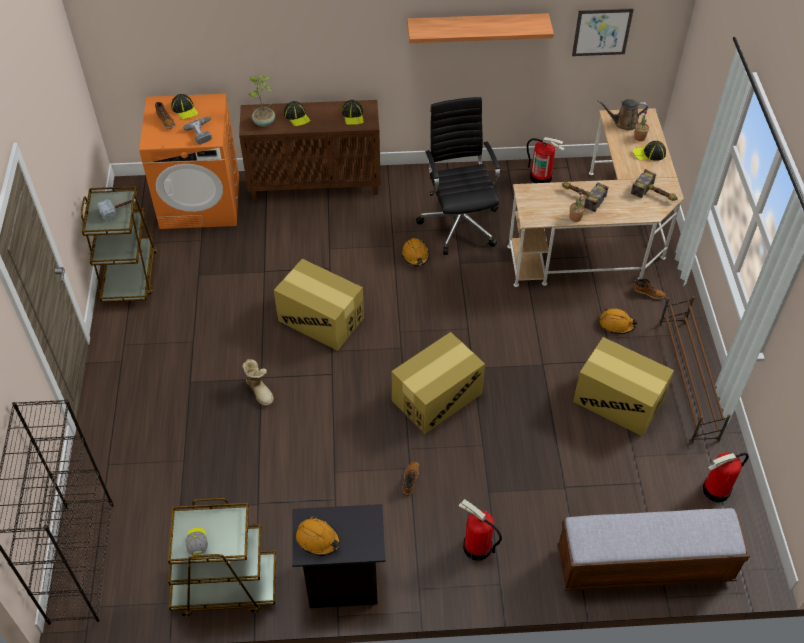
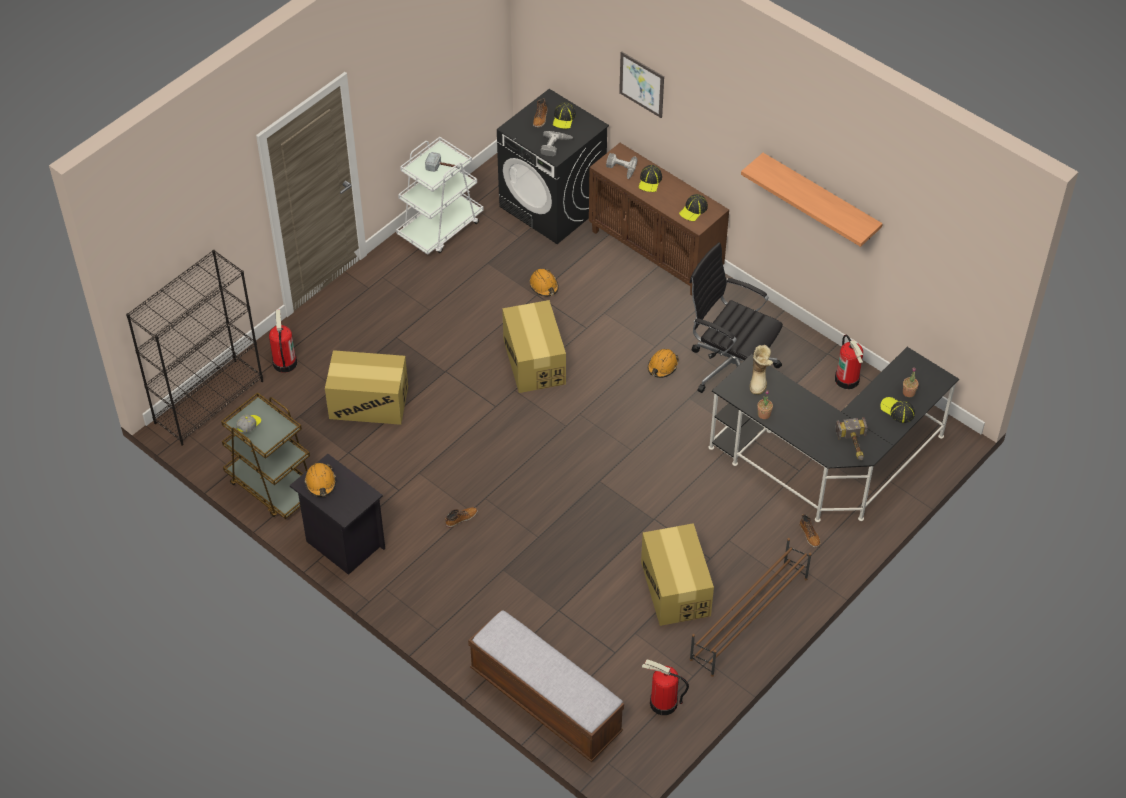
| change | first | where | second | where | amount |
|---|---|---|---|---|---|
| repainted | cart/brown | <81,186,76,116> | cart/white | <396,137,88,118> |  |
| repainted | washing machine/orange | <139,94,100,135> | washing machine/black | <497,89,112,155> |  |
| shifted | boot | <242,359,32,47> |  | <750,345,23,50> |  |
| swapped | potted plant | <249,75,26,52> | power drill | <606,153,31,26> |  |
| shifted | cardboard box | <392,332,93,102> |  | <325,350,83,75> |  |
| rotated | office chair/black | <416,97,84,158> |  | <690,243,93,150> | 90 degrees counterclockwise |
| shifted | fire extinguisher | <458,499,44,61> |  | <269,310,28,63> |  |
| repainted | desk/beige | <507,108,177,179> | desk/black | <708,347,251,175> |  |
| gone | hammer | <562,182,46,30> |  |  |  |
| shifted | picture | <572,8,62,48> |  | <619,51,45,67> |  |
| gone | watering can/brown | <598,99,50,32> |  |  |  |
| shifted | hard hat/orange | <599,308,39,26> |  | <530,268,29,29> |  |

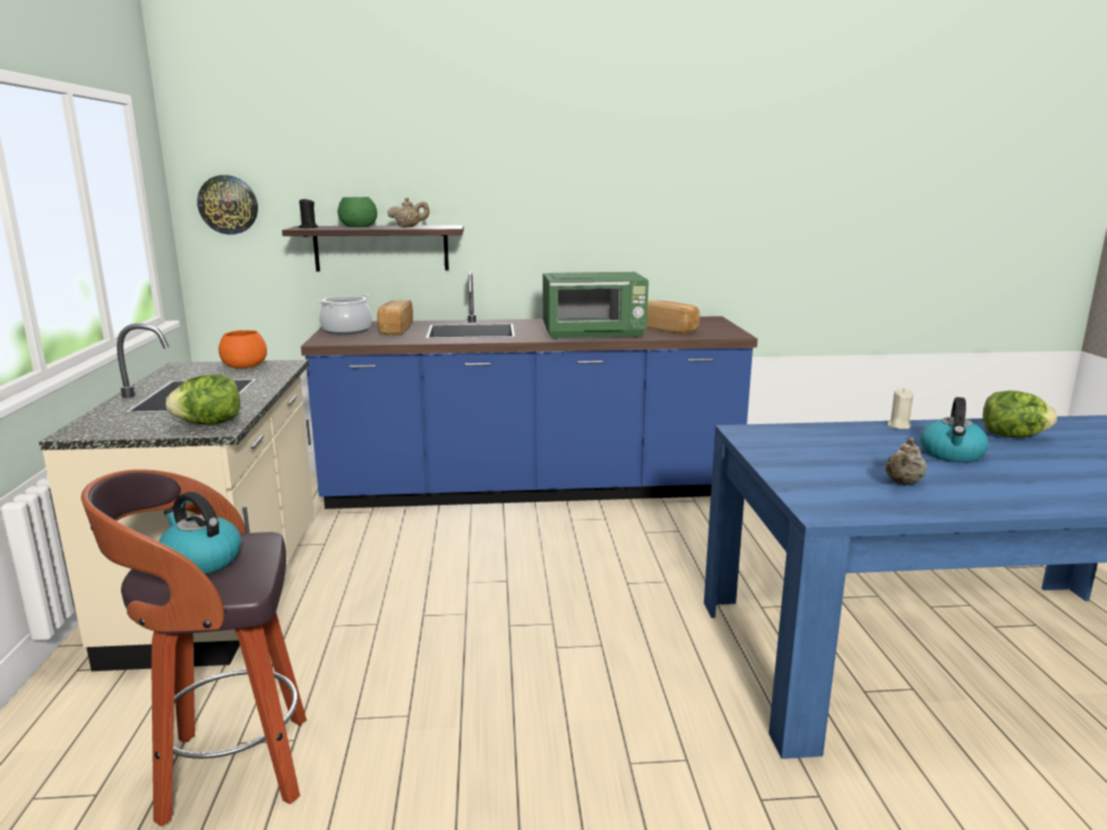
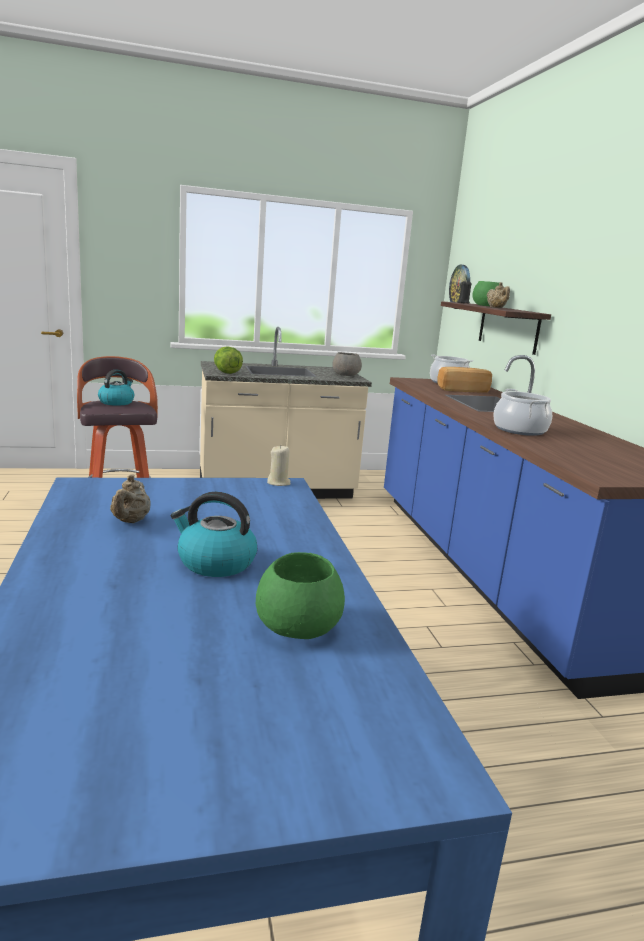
| change | first | where | second | where | amount |
|---|---|---|---|---|---|
| repainted | bowl/orange | <219,330,48,39> | bowl/grey | <332,352,30,24> |  |
| swapped | microwave/green | <543,272,106,68> | cooking pot | <493,389,59,47> |  |
| gone | bread | <647,301,53,33> |  |  |  |
| rotated | teapot/beige | <885,438,42,47> |  | <110,475,40,48> | 120 degrees counterclockwise |
| shifted | candle/beige | <887,388,26,41> |  | <267,445,24,41> |  |
| swapped | lettuce | <983,391,74,47> | bowl/green | <256,552,89,87> |  |

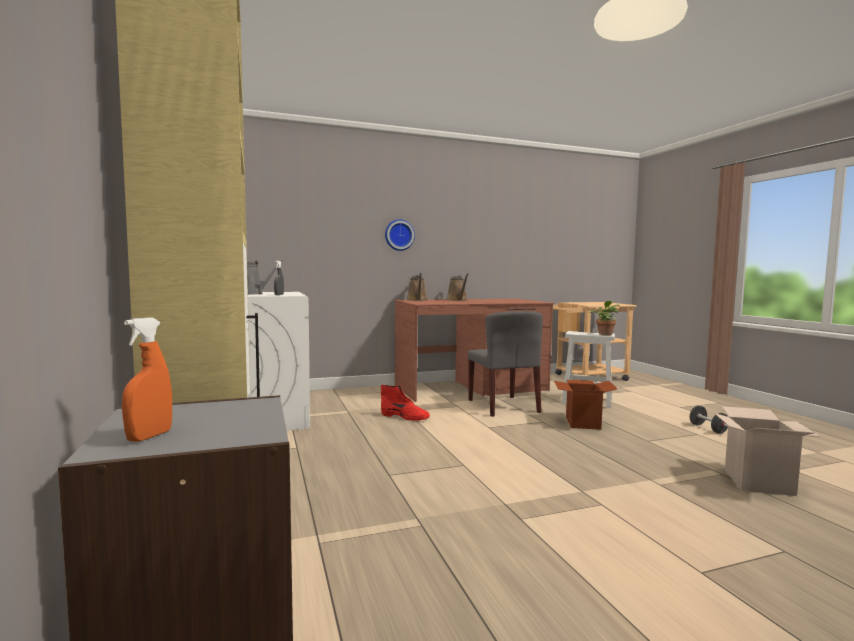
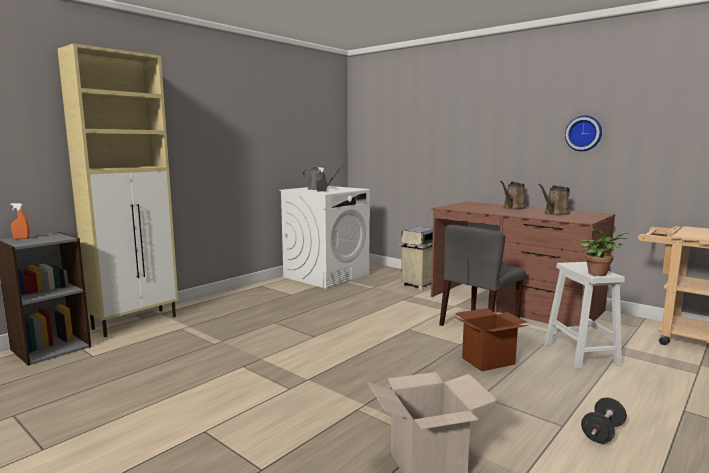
| change | first | where | second | where | amount |
|---|---|---|---|---|---|
| gone | boot/red | <381,385,49,36> |  |  |  |
| shifted | wall clock | <385,219,30,32> |  | <565,116,37,35> |  |
| shifted | watering can/brown | <407,273,21,28> |  | <538,184,33,31> |  |
| new |  |  | trash can/beige | <400,227,33,63> |  |

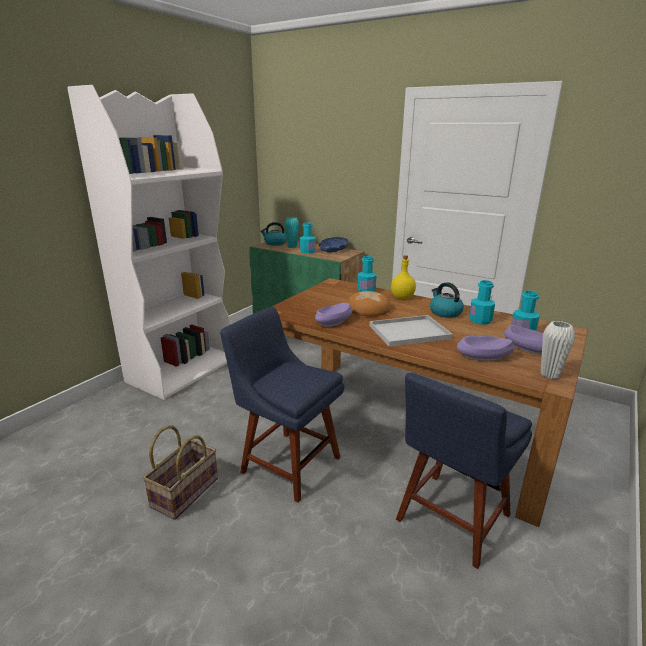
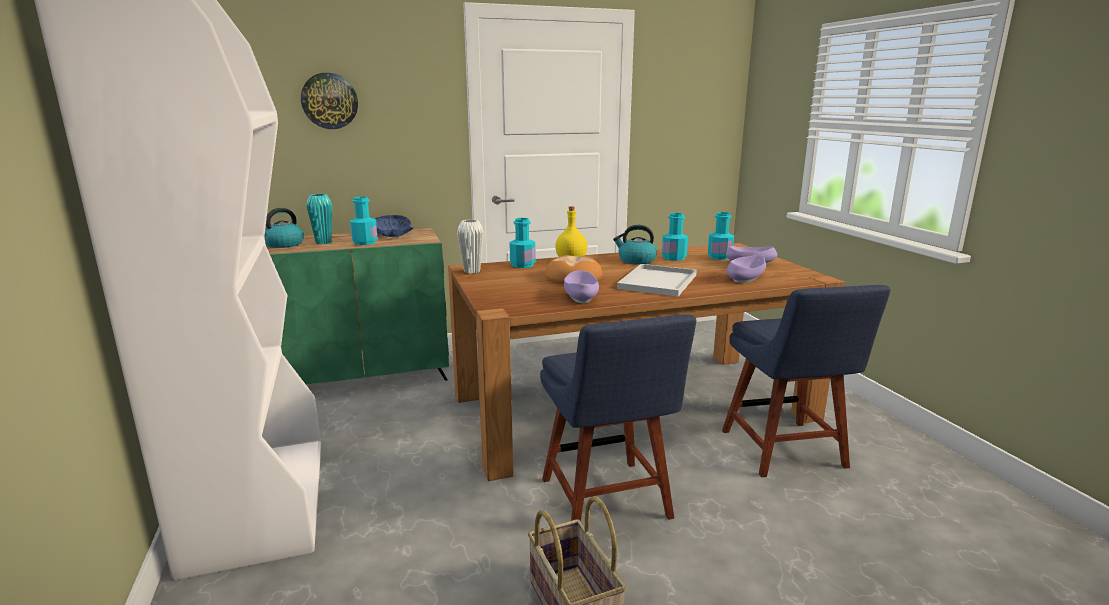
| change | first | where | second | where | amount |
|---|---|---|---|---|---|
| rotated | chair/blue | <220,307,124,196> |  | <540,315,156,206> | 90 degrees counterclockwise |
| shifted | vase/white | <541,321,34,58> |  | <457,219,27,55> |  |
| new |  |  | wall clock | <301,73,57,56> |  |

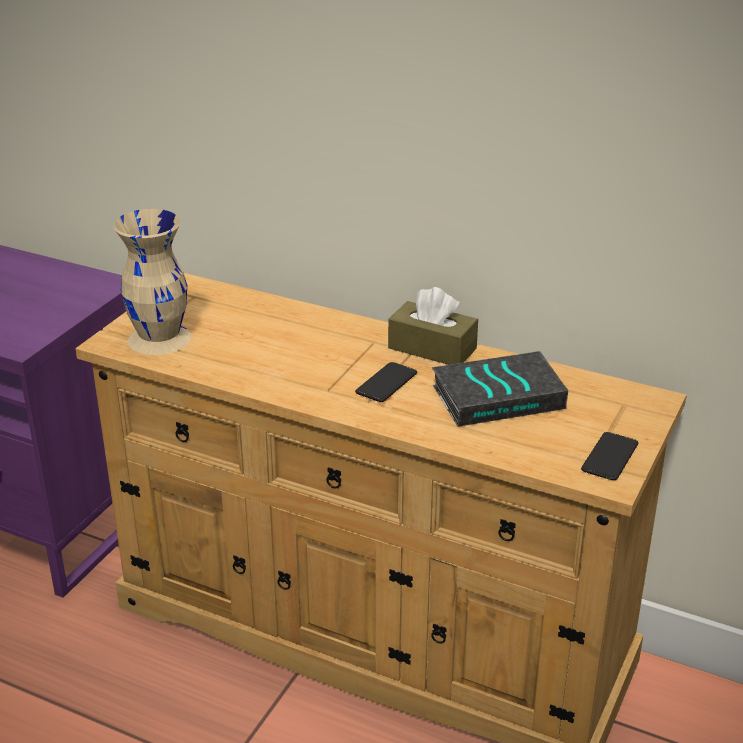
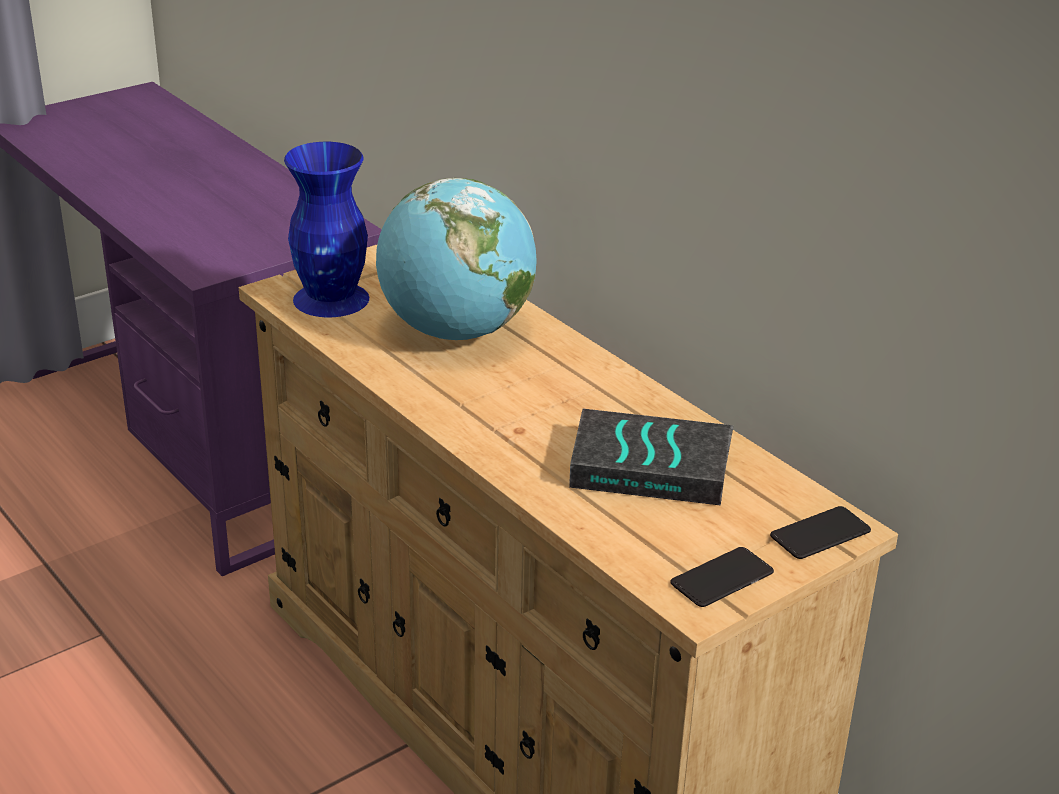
| change | first | where | second | where | amount |
|---|---|---|---|---|---|
| repainted | vase/beige | <114,209,77,146> | vase/blue | <284,142,85,175> |  |
| shifted | phone | <355,362,62,40> |  | <770,506,101,53> |  |
| gone | tissue box/brown | <388,287,90,78> |  |  |  |
| new |  |  | globe | <376,178,161,162> |  |

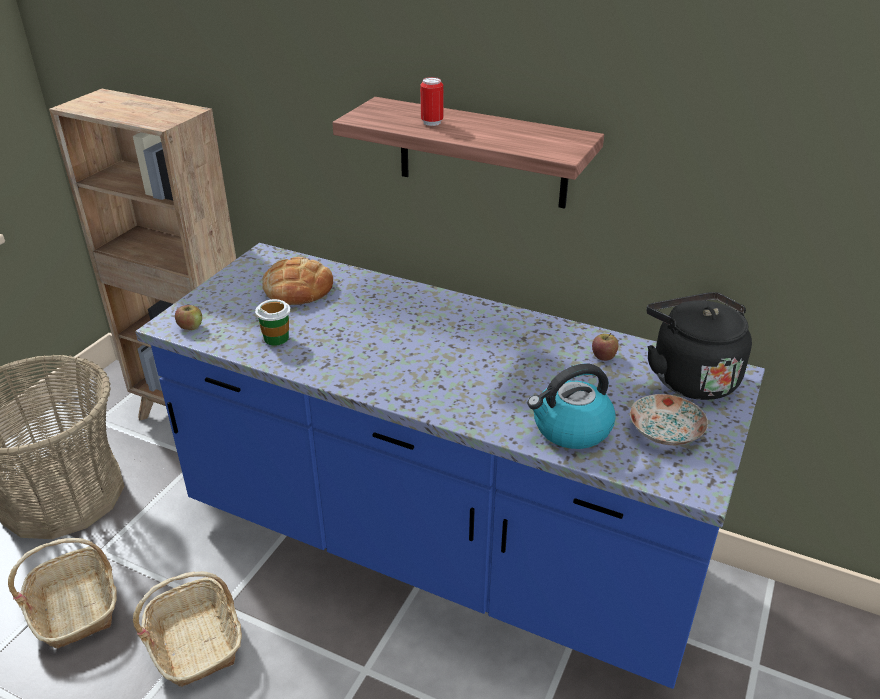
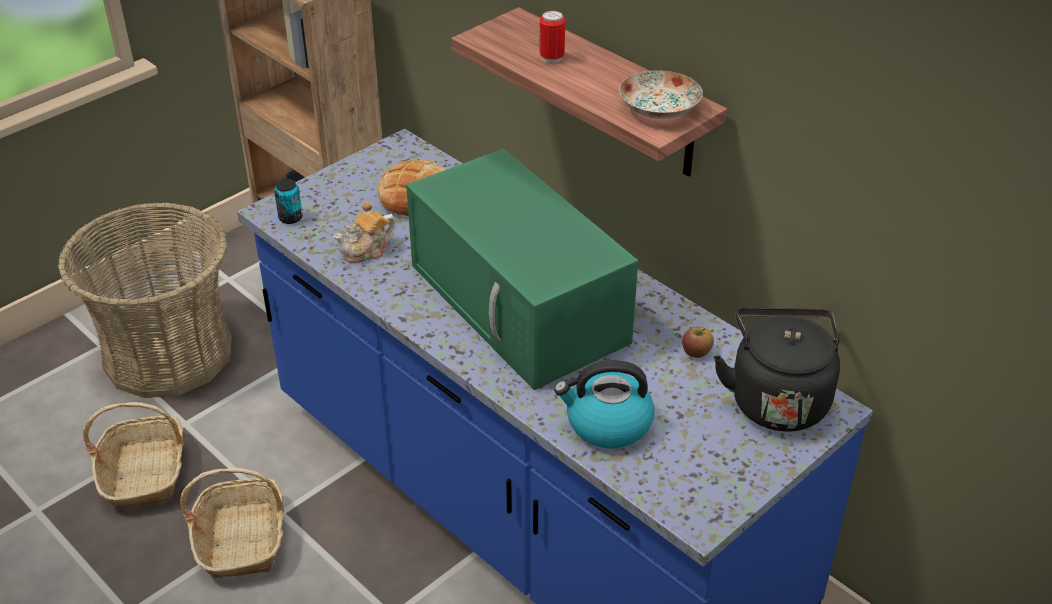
| change | first | where | second | where | amount |
|---|---|---|---|---|---|
| swapped | apple | <175,305,27,25> | can | <274,179,29,45> |  |
| swapped | cup | <255,299,36,47> | teapot | <333,202,63,61> |  |
| shifted | plate | <630,394,78,51> |  | <619,70,84,49> |  |
| new |  |  | microwave/green | <406,149,232,241> |  |

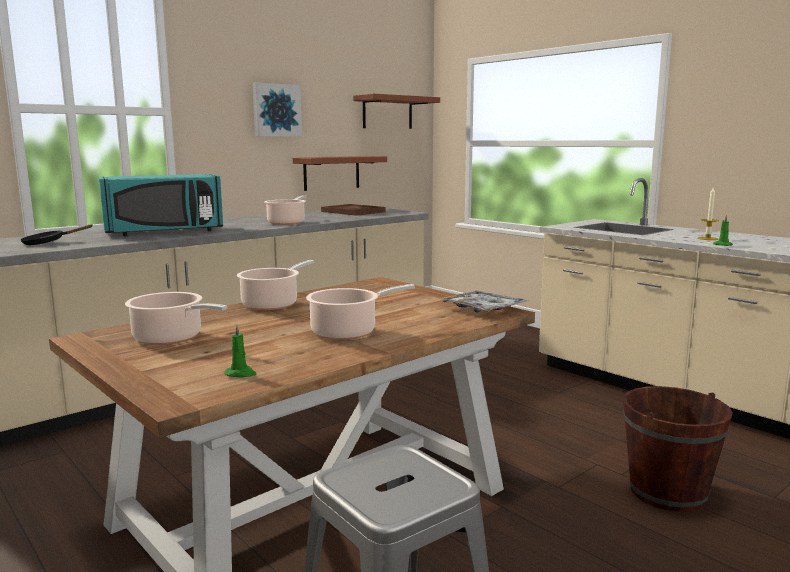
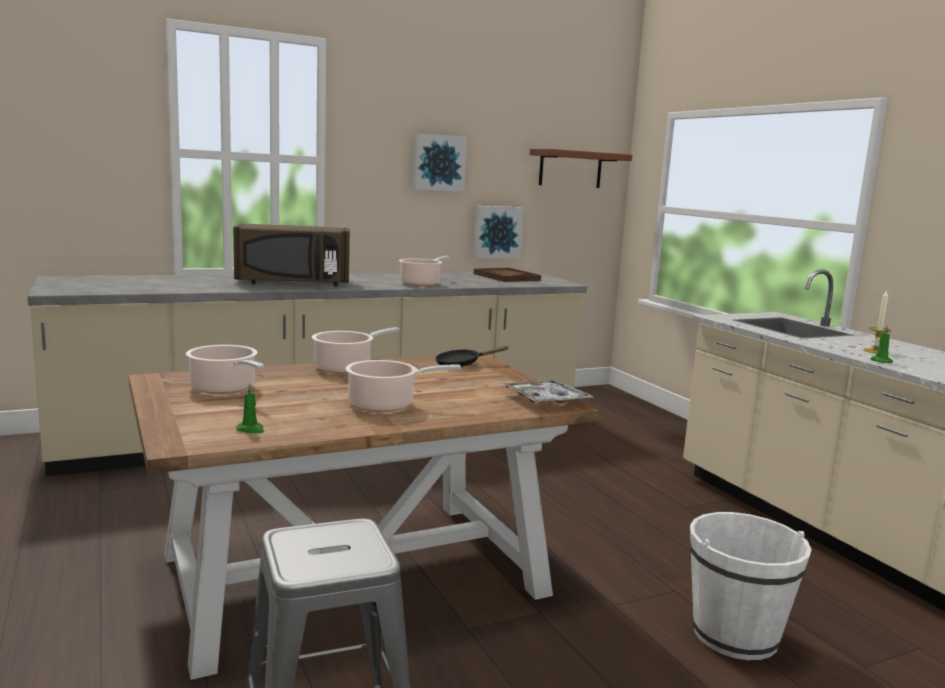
| change | first | where | second | where | amount |
|---|---|---|---|---|---|
| shifted | frying pan/black | <20,224,72,21> |  | <435,346,73,21> |  |
| repainted | microwave/turquoise | <99,174,124,62> | microwave/brown | <233,224,117,62> |  |
| swapped | shelf/brown | <293,156,94,35> | picture | <473,206,51,52> |  |
| repainted | bucket/brown | <623,386,110,126> | bucket/white | <690,512,122,148> |  |

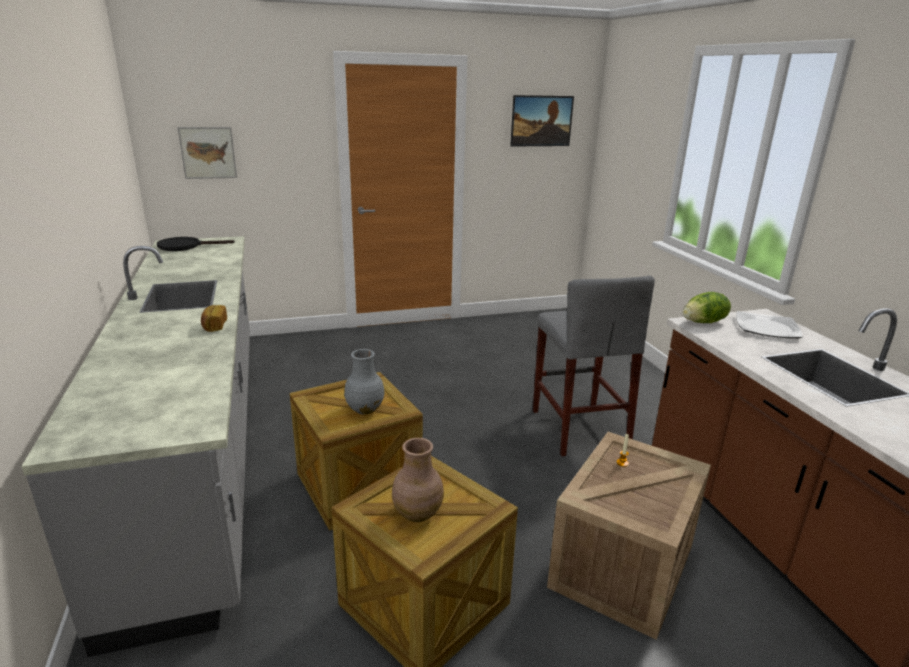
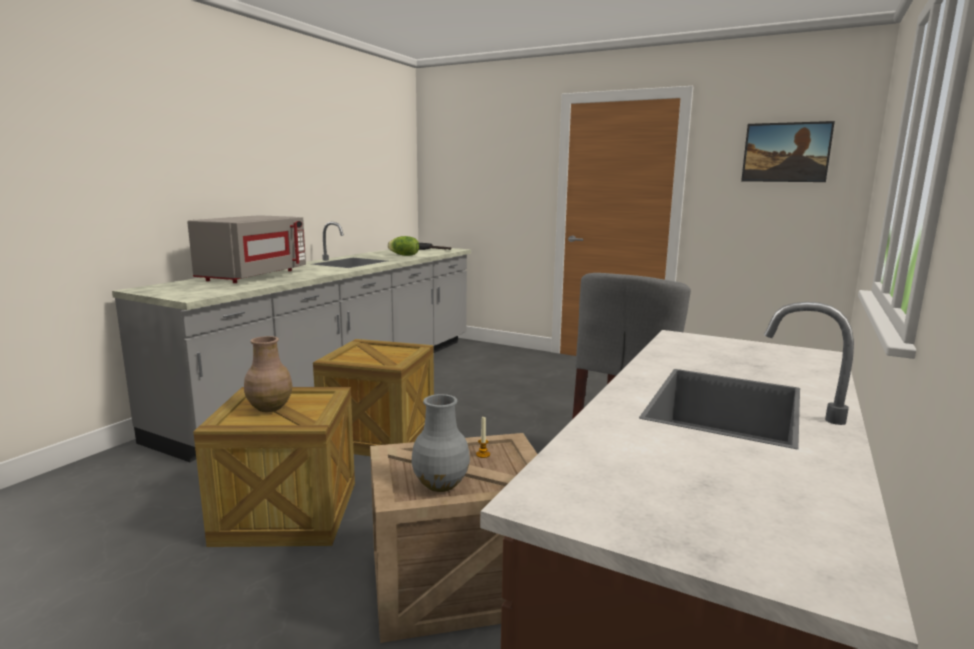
| change | first | where | second | where | amount |
|---|---|---|---|---|---|
| gone | picture | <177,127,60,52> |  |  |  |
| gone | bread | <201,305,26,27> |  |  |  |
| shifted | vase/grey | <344,349,41,66> |  | <412,394,58,98> |  |
| shifted | lettuce | <683,292,48,31> |  | <387,236,32,20> |  |
| gone | plate | <736,311,67,27> |  |  |  |
| new |  |  | microwave/grey | <187,215,119,68> |  |

